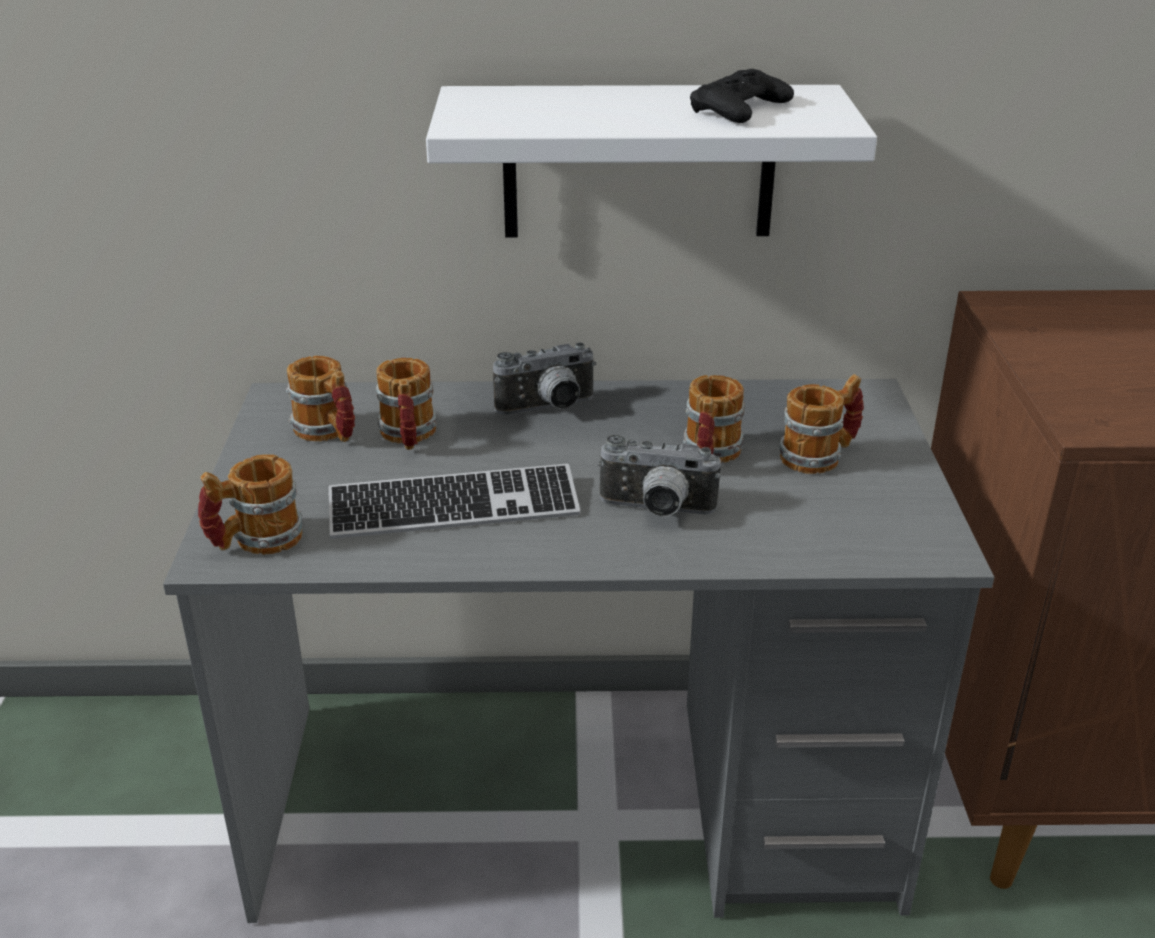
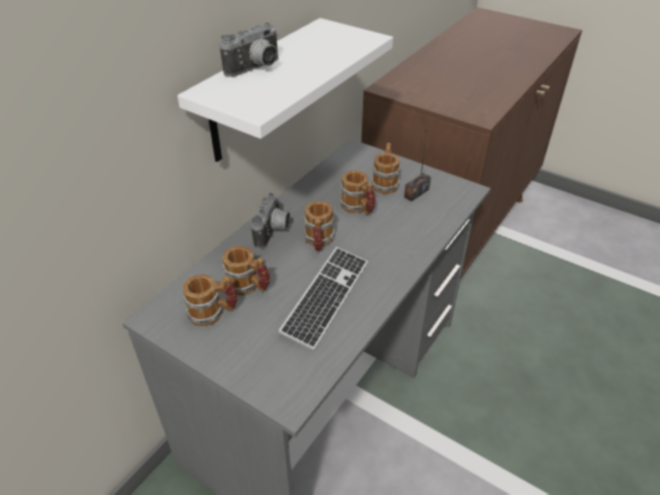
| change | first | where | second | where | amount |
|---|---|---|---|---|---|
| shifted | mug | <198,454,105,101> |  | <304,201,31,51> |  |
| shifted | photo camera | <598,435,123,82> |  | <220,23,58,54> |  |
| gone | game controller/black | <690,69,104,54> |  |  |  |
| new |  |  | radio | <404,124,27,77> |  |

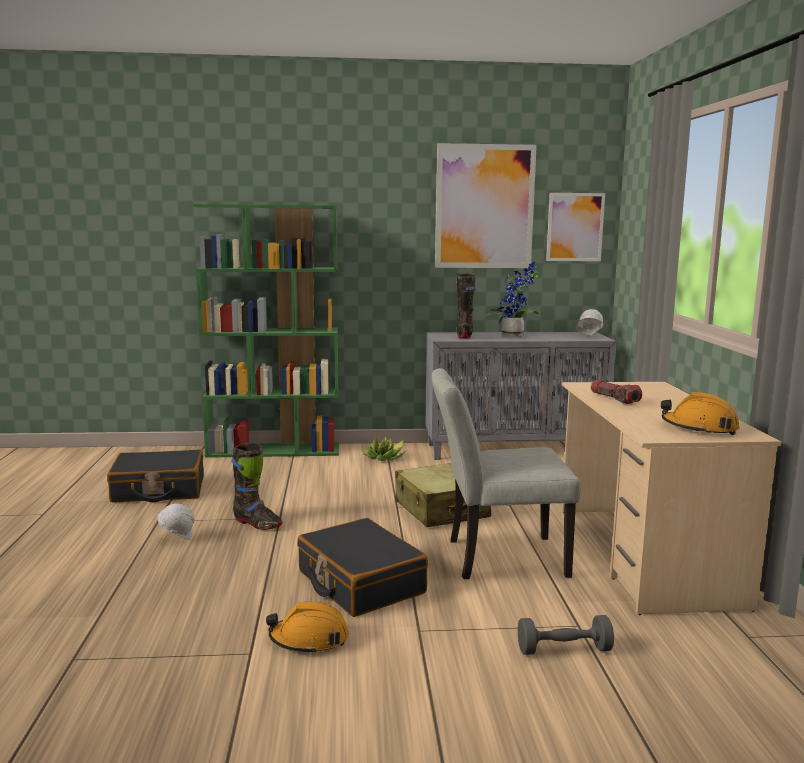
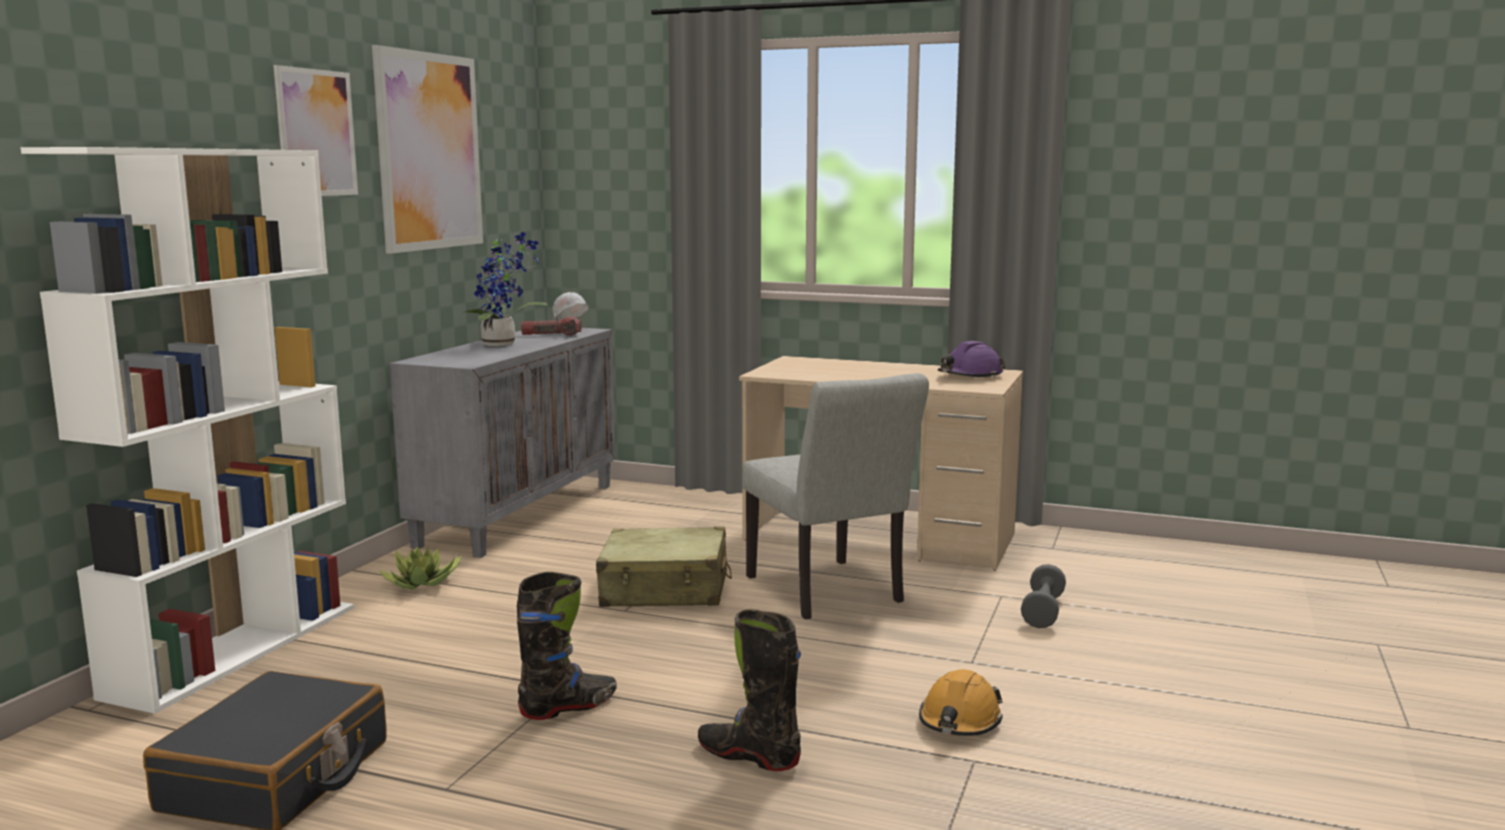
| change | first | where | second | where | amount |
|---|---|---|---|---|---|
| gone | hard hat/white | <157,503,38,38> |  |  |  |
| repainted | bookcase/green | <193,204,146,254> | bookcase/white | <21,147,333,567> |  |
| gone | suitcase/black | <297,518,131,99> |  |  |  |
| rotated | chair/grey | <432,368,148,211> |  | <742,373,187,246> | 45 degrees counterclockwise |
| shifted | boot/black | <457,273,19,66> |  | <698,609,103,162> |  |
| shifted | picture | <546,193,59,68> |  | <274,65,84,131> |  |
| shifted | flashlight | <591,380,51,24> |  | <521,316,61,20> |  |
| repainted | hard hat/orange | <661,392,79,43> | hard hat/purple | <938,341,68,37> |  |

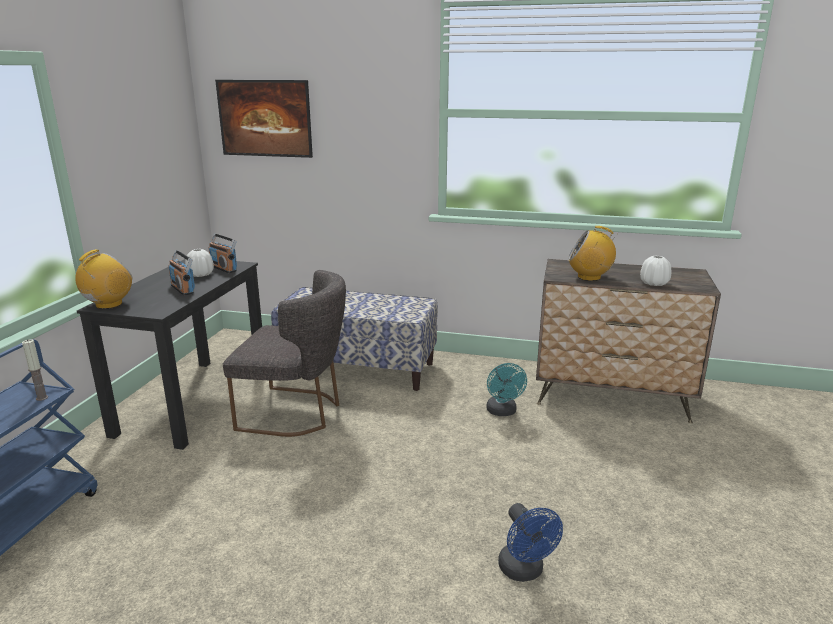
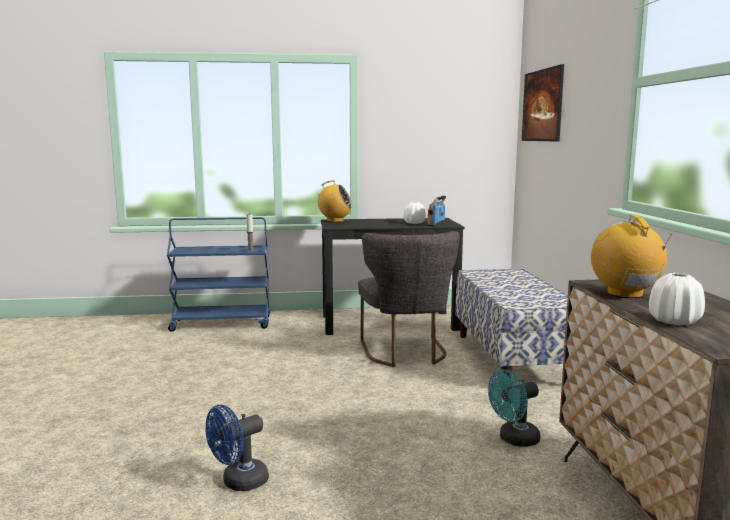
| change | first | where | second | where | amount |
|---|---|---|---|---|---|
| gone | radio | <168,250,27,46> |  |  |  |

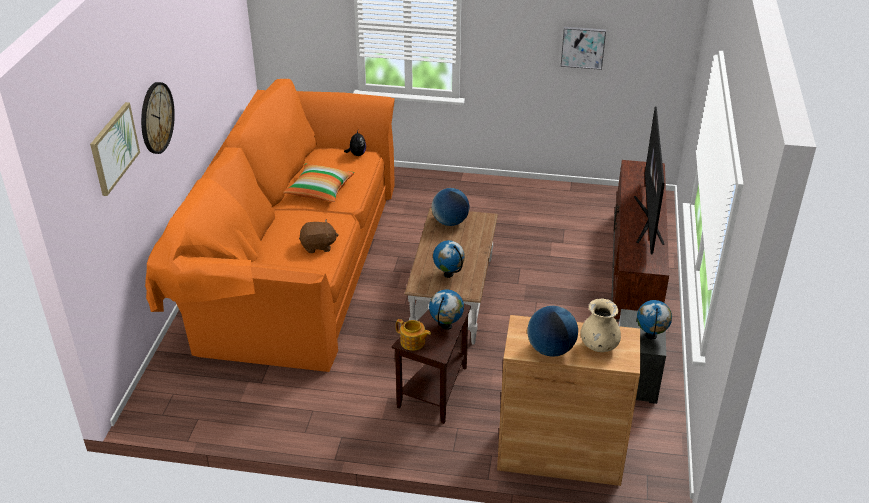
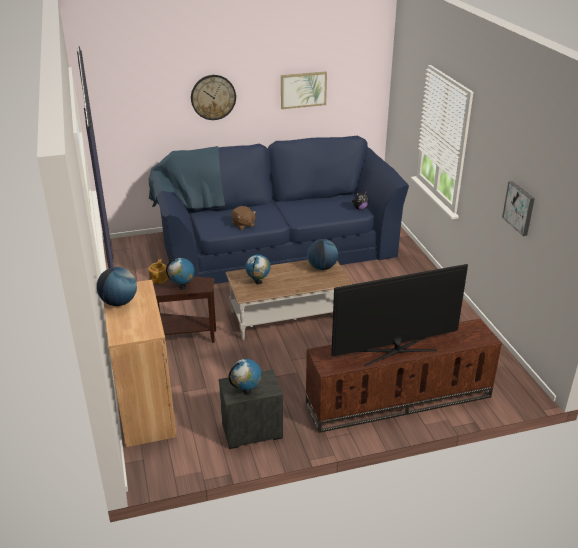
| change | first | where | second | where | amount |
|---|---|---|---|---|---|
| shifted | picture | <90,102,50,94> |  | <281,72,46,37> |  |
| repainted | sofa/orange | <145,79,250,293> | sofa/blue | <149,135,260,149> |  |
| gone | pillow | <283,164,71,38> |  |  |  |
| gone | vase/beige | <580,299,41,53> |  |  |  |

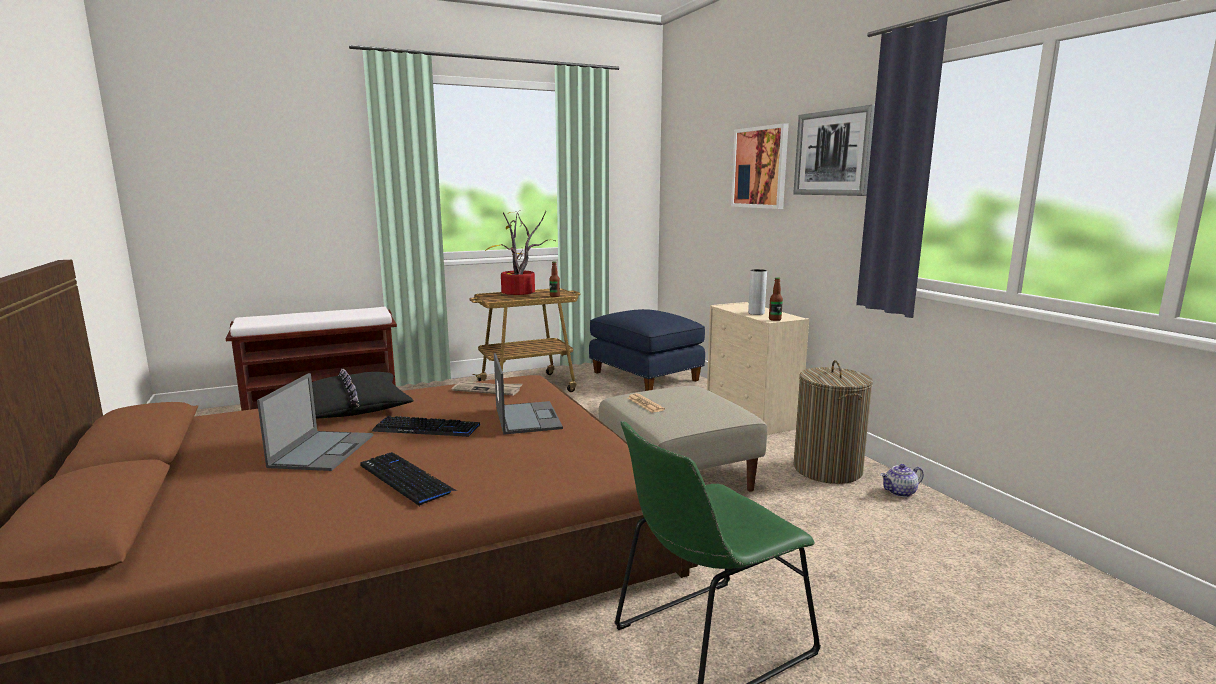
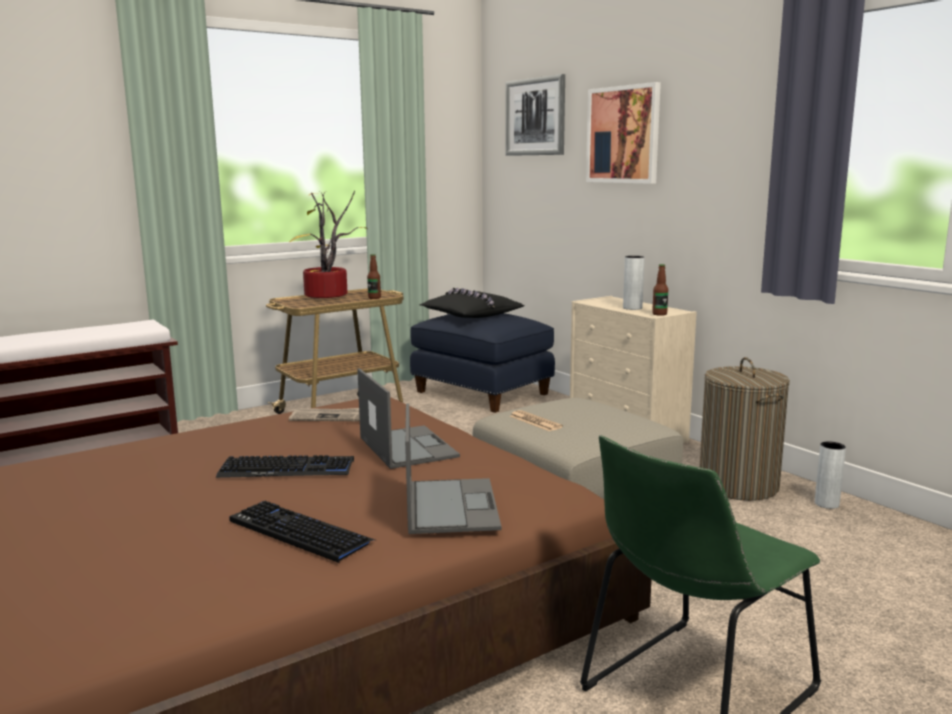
| change | first | where | second | where | amount |
|---|---|---|---|---|---|
| shifted | laptop | <257,373,116,98> |  | <405,404,96,130> |  |
| shifted | pillow/black | <312,368,102,50> |  | <420,288,105,30> |  |
| shifted | picture | <793,105,82,91> |  | <505,74,60,82> |  |
| swapped | teapot | <880,464,44,33> | vase/grey | <815,441,31,68> |  |

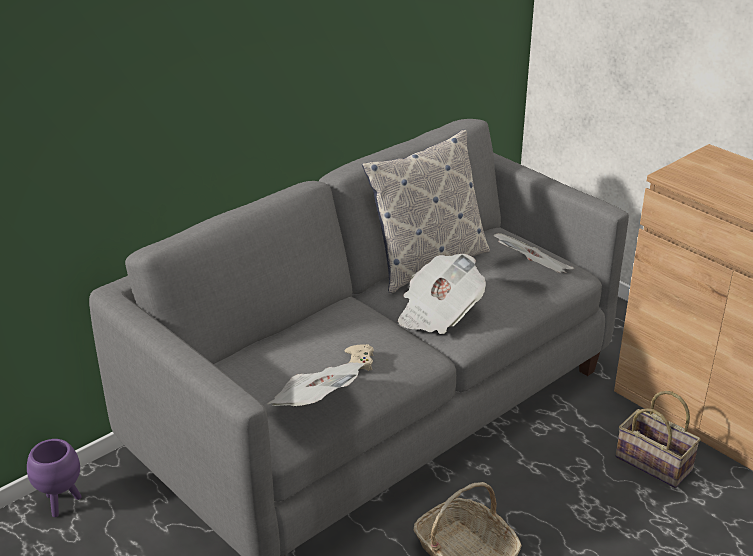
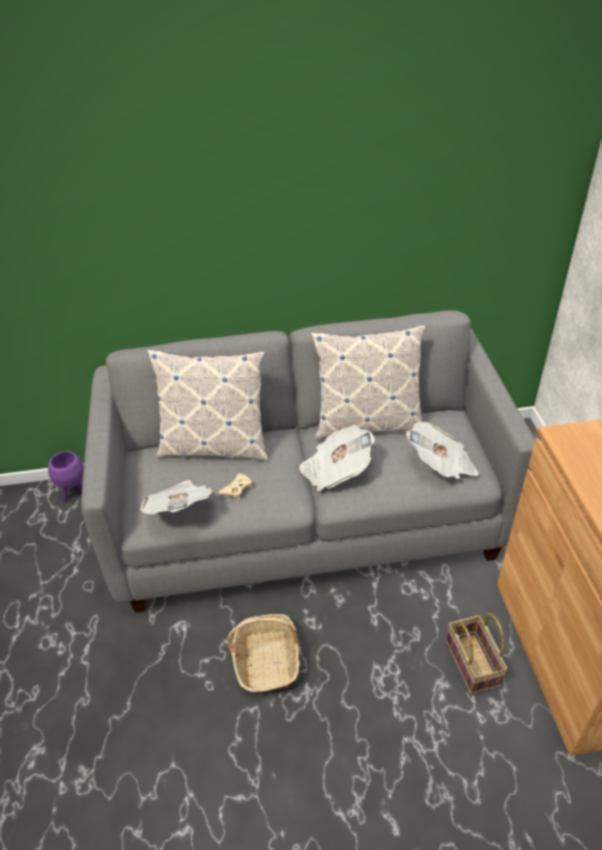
| change | first | where | second | where | amount |
|---|---|---|---|---|---|
| new |  |  | pillow | <147,349,121,112> |  |

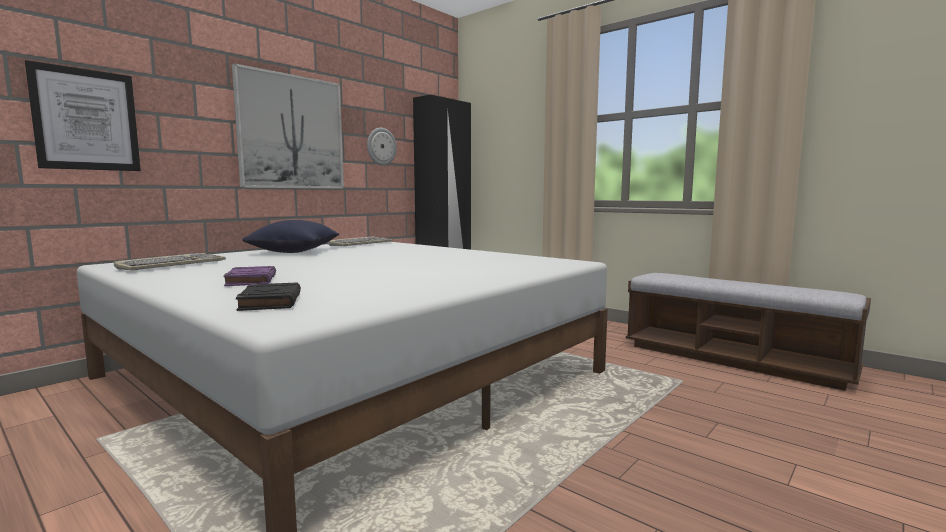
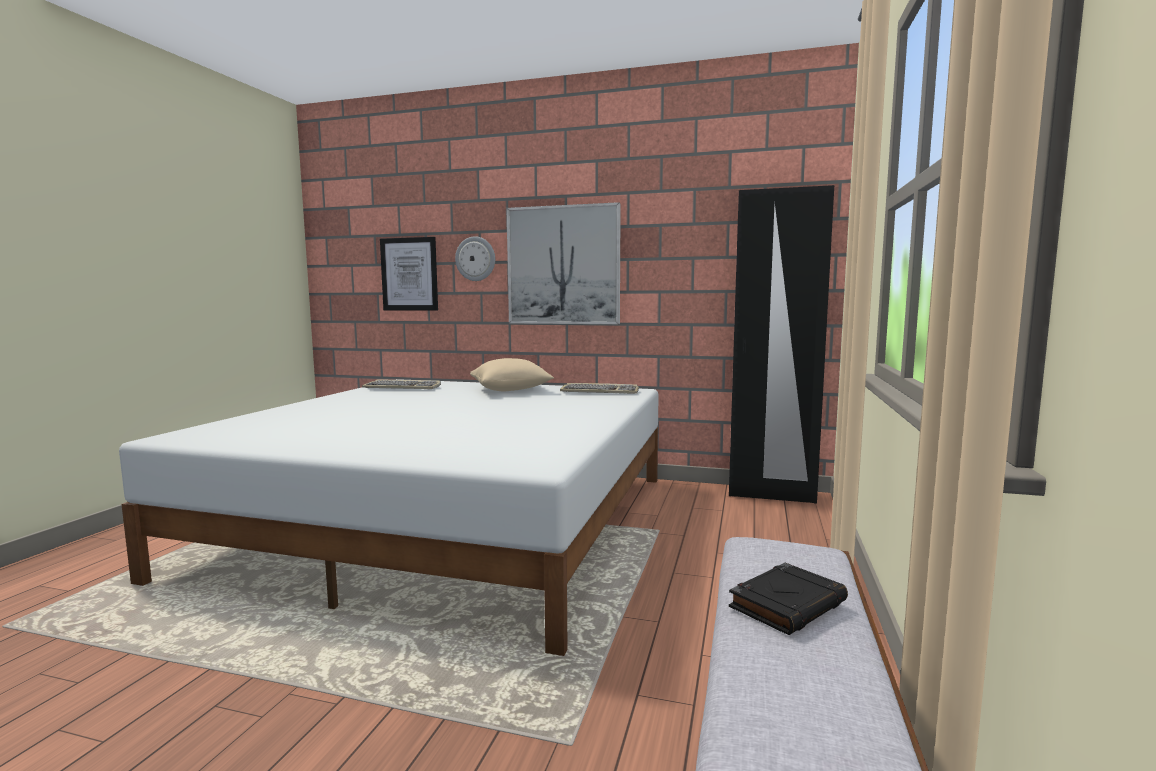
| change | first | where | second | where | amount |
|---|---|---|---|---|---|
| gone | book/purple | <223,266,53,20> |  |  |  |
| shifted | book/black | <236,283,65,28> |  | <729,563,119,72> |  |
| repainted | pillow/blue | <242,220,97,33> | pillow/beige | <470,358,84,34> |  |
| shifted | wall clock | <367,128,30,38> |  | <455,236,40,45> |  |

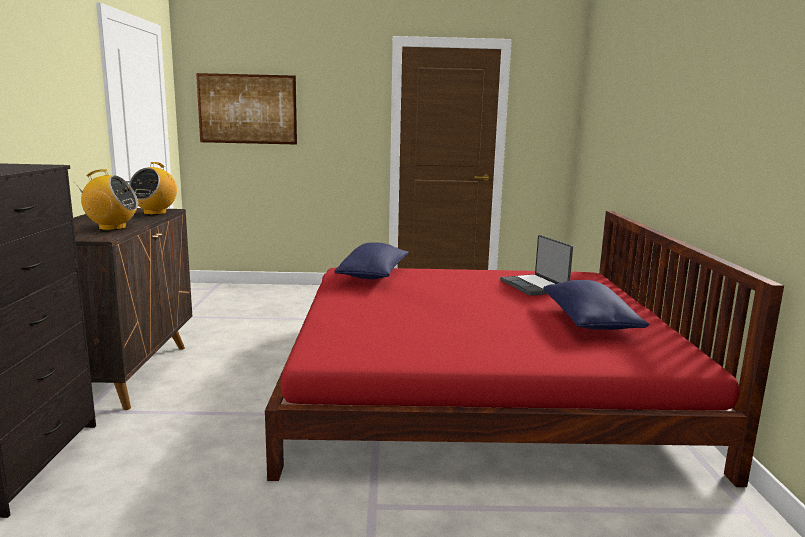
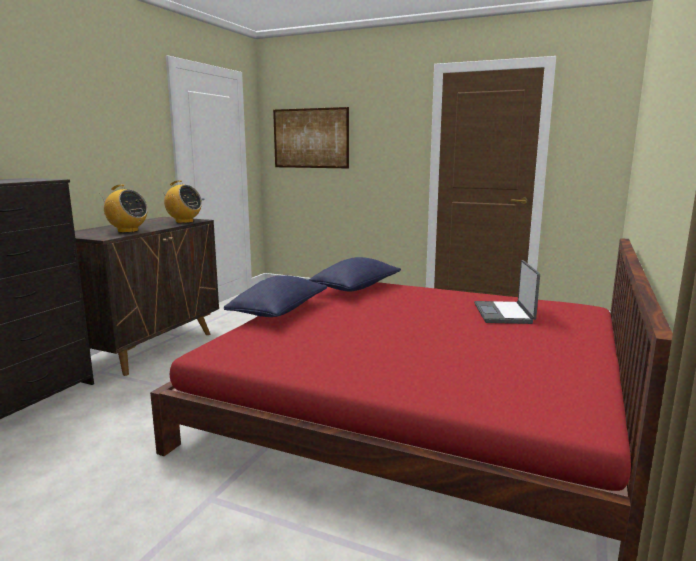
| change | first | where | second | where | amount |
|---|---|---|---|---|---|
| rotated | radio | <129,162,48,53> |  | <160,180,42,43> | 105 degrees counterclockwise |
| shifted | pillow/blue | <543,280,106,50> |  | <224,275,103,42> |  |

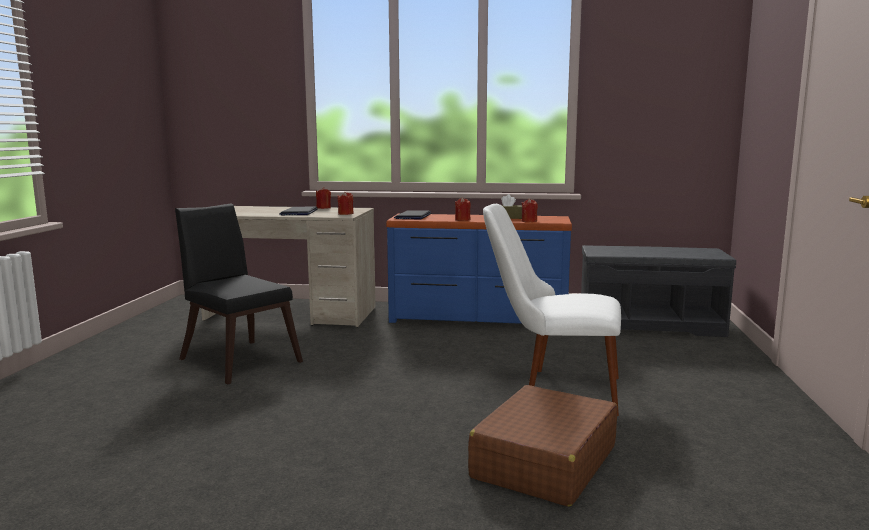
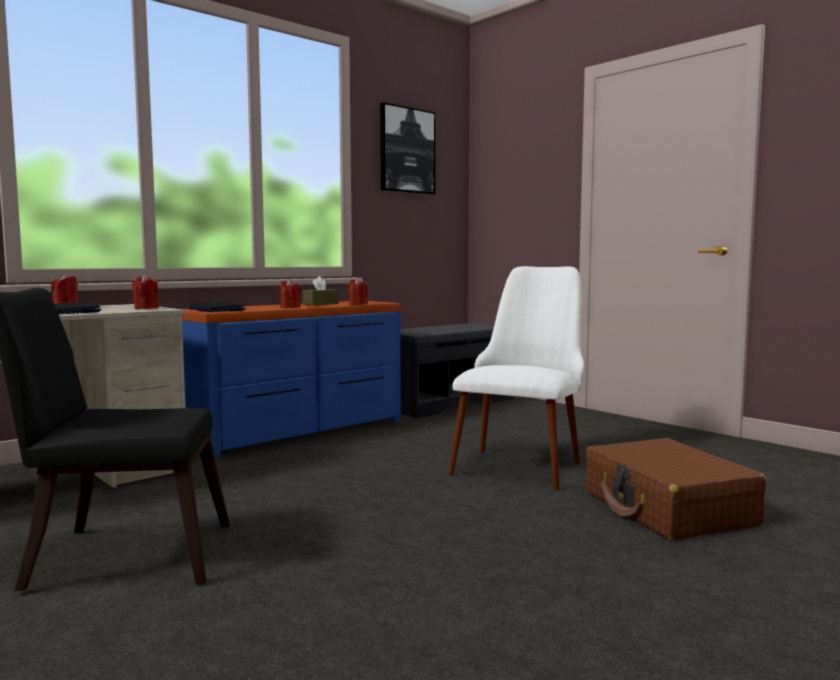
| change | first | where | second | where | amount |
|---|---|---|---|---|---|
| rotated | chair/white | <483,204,138,212> |  | <448,266,136,225> | 150 degrees clockwise |
| new |  |  | picture | <381,103,54,92> |  |

